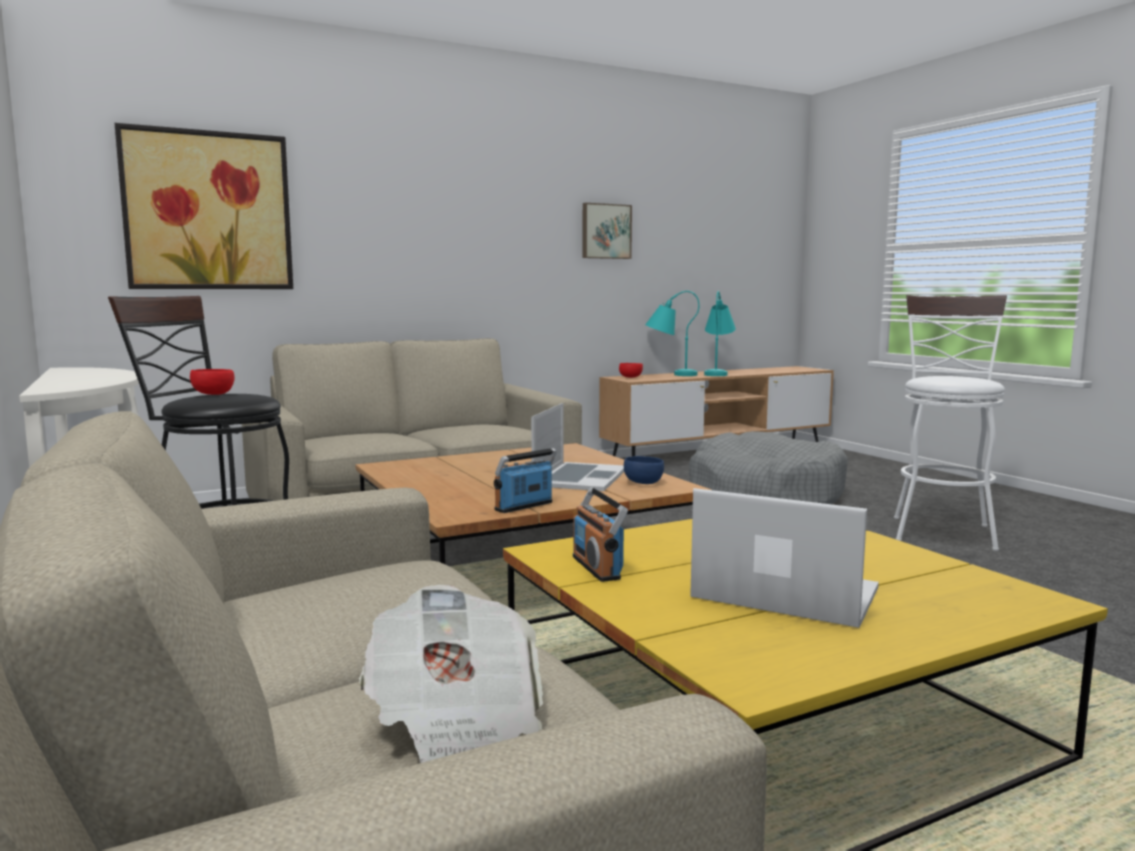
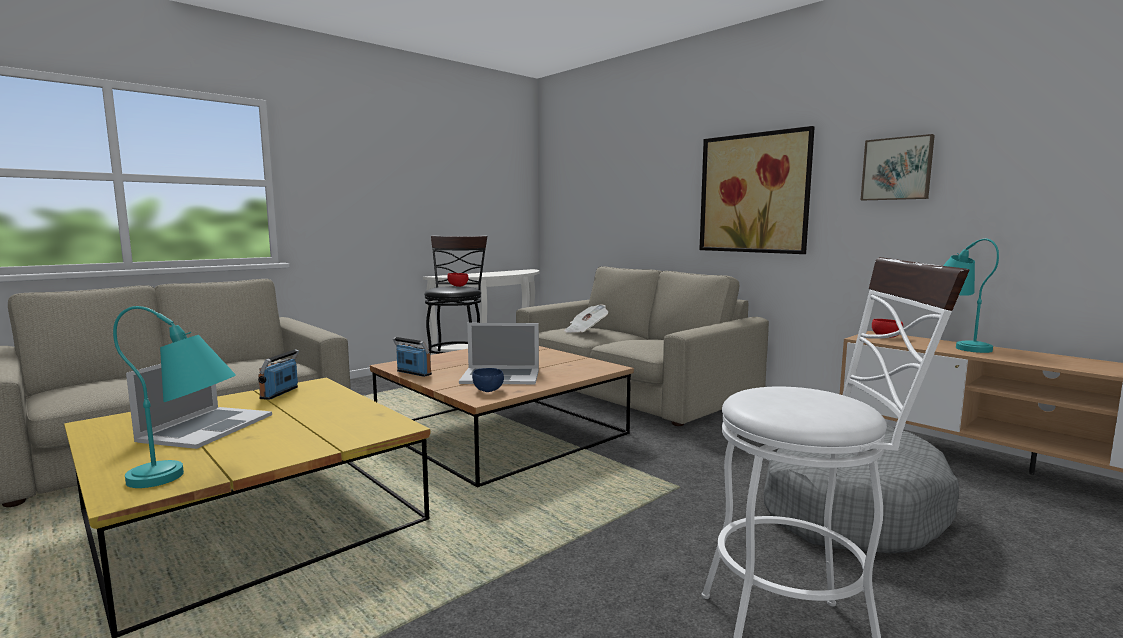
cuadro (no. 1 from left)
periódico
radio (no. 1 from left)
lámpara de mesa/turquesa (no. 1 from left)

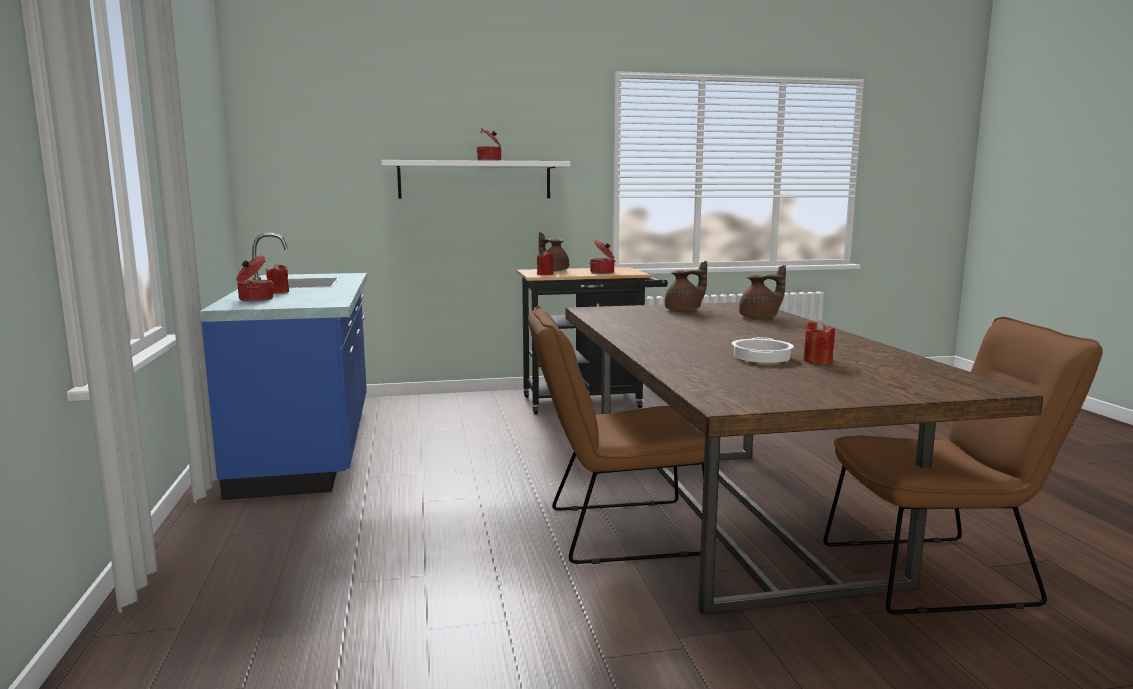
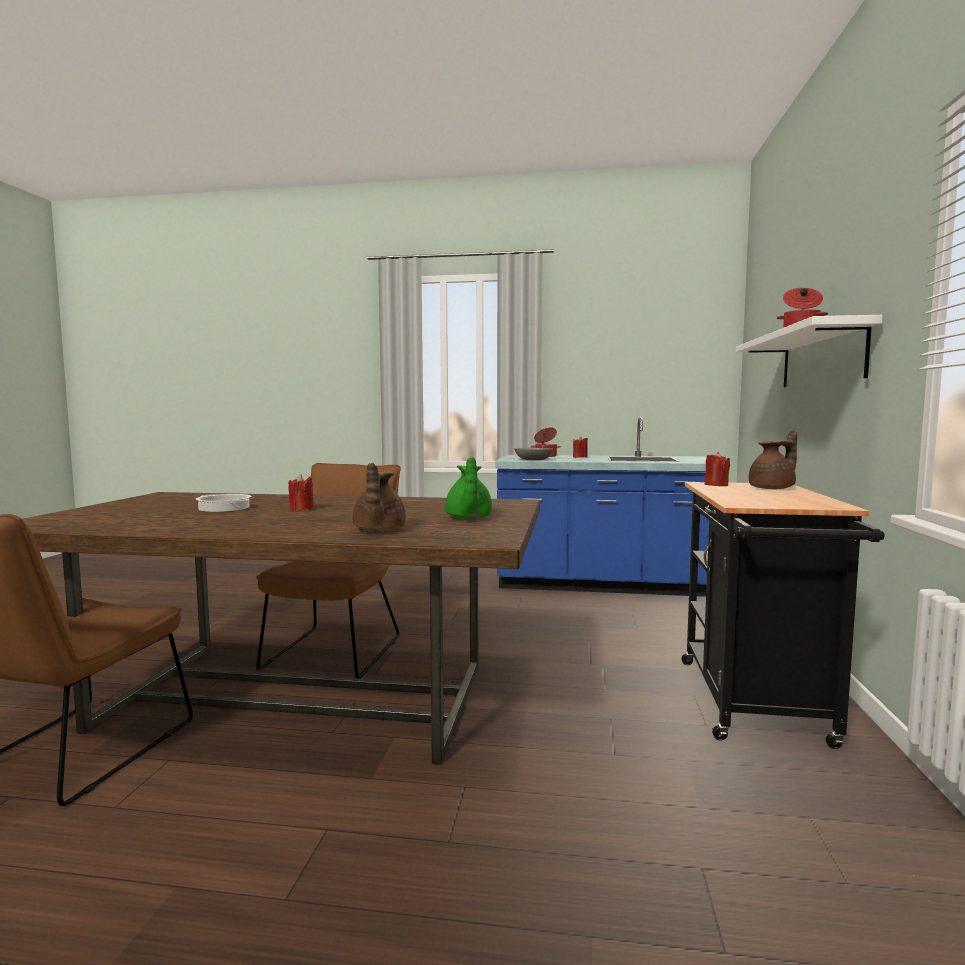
olla (no. 3 from left in the first image)
tetera/verde
vela/rojo (no. 1 from left)
cuenco/gris

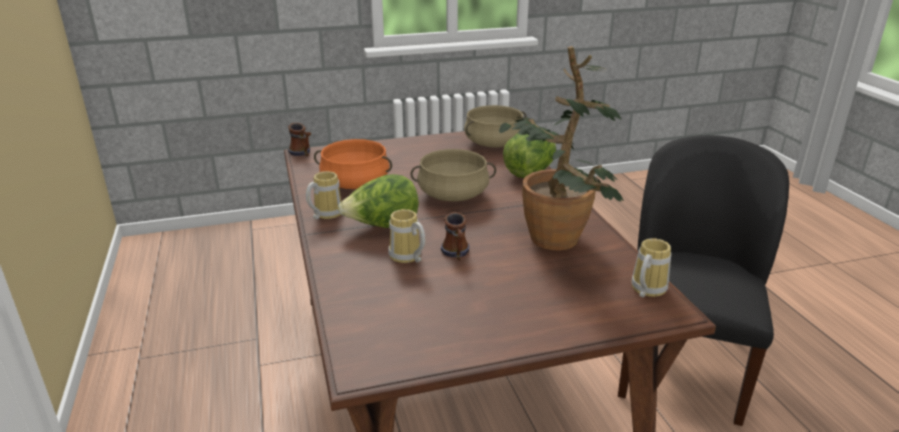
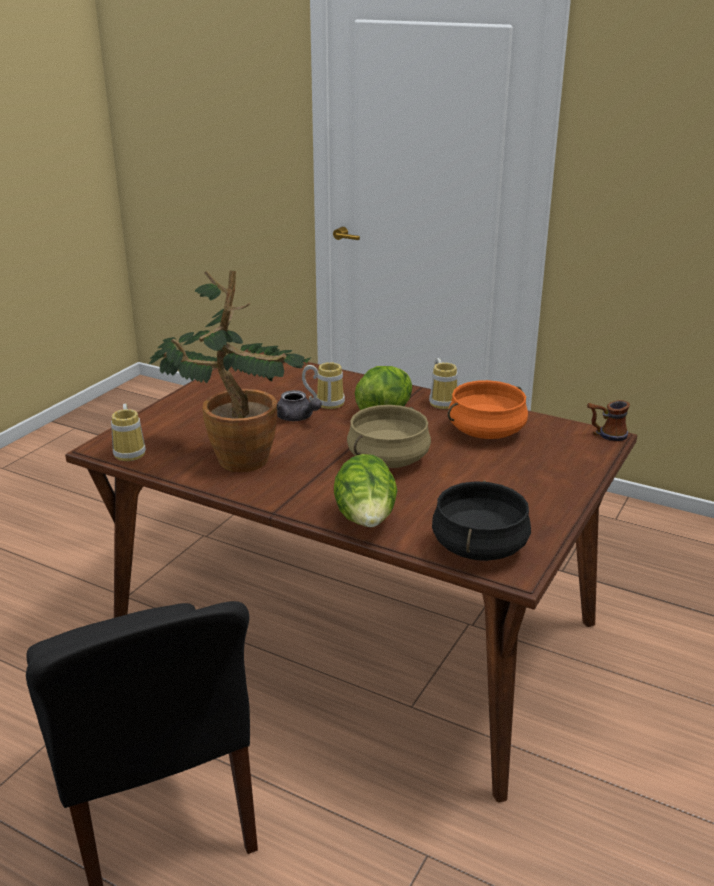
tetera/gris
olla/negro

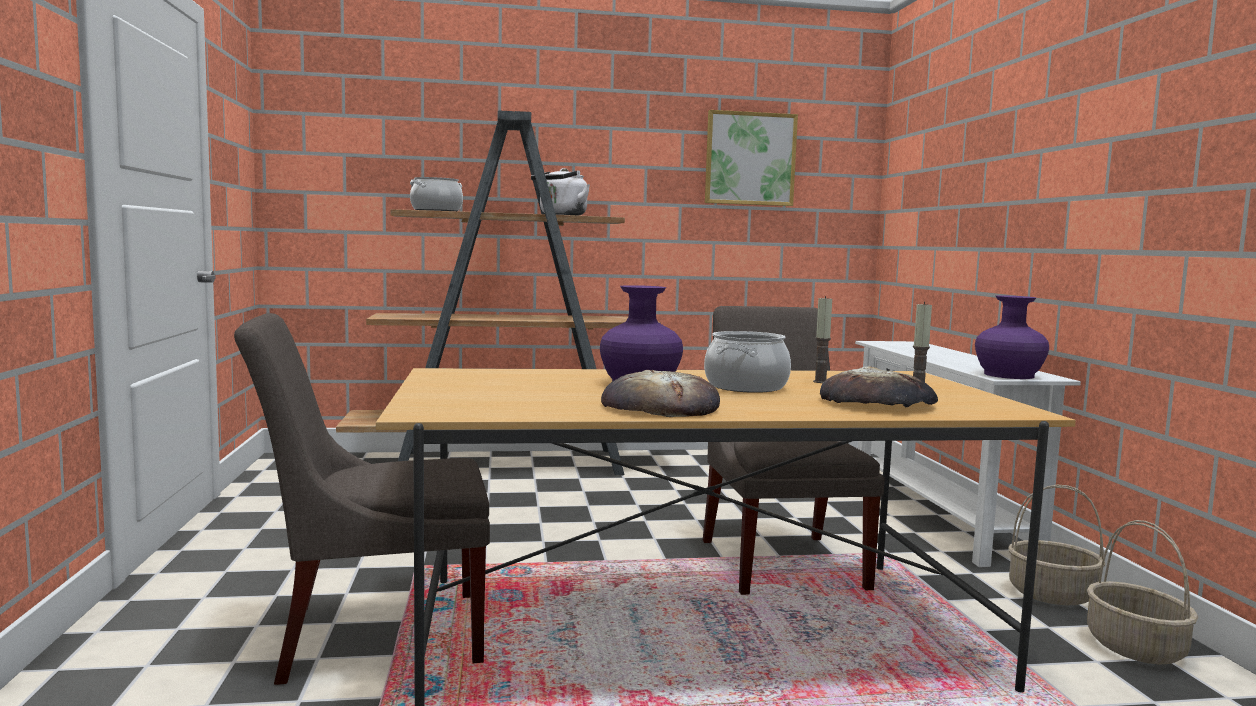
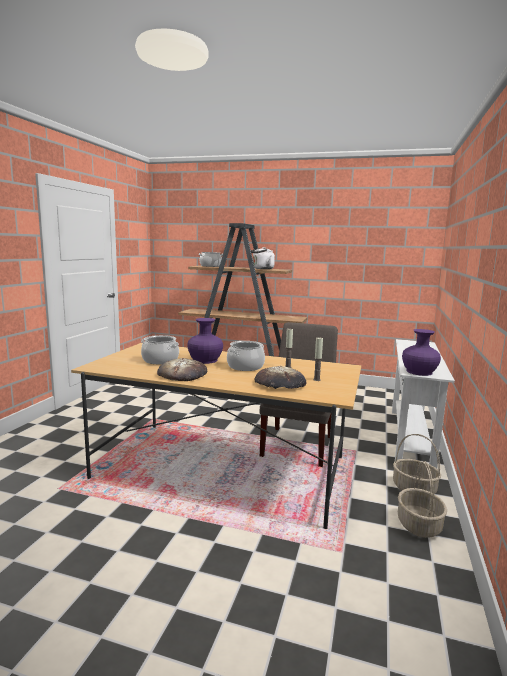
silla/gris (no. 1 from left in the first image)
cuadro
olla (no. 1 from left)

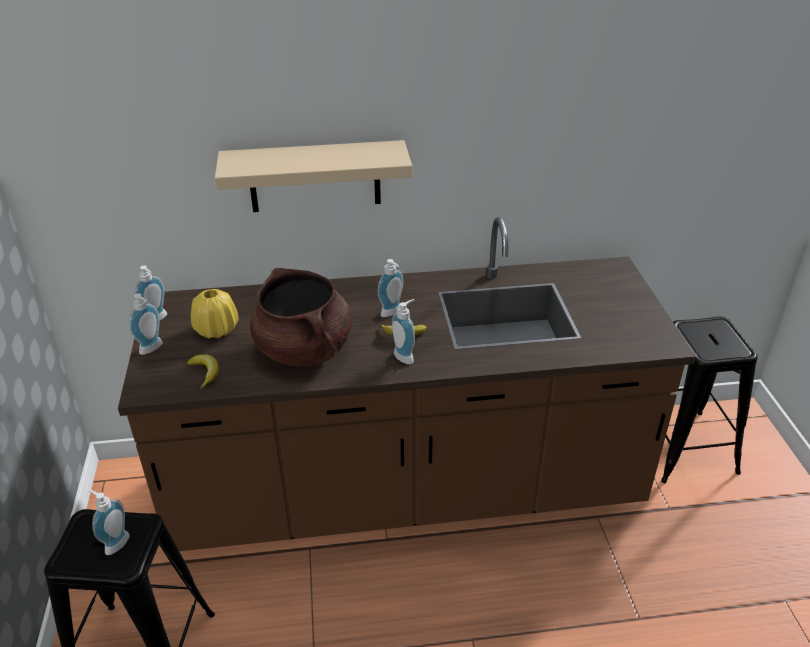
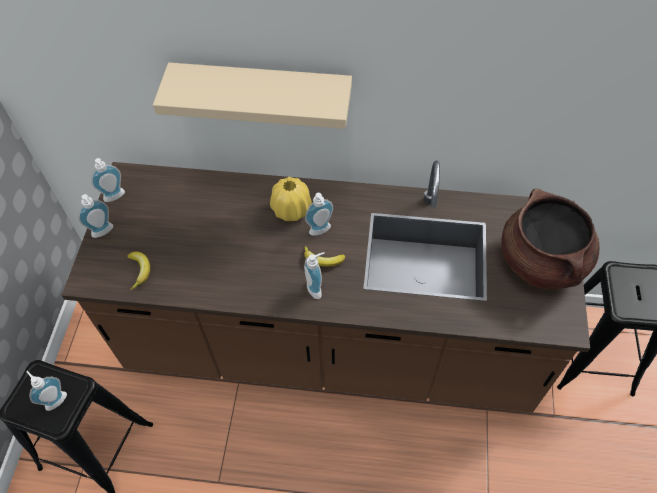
florero/amarillo
olla/marrón

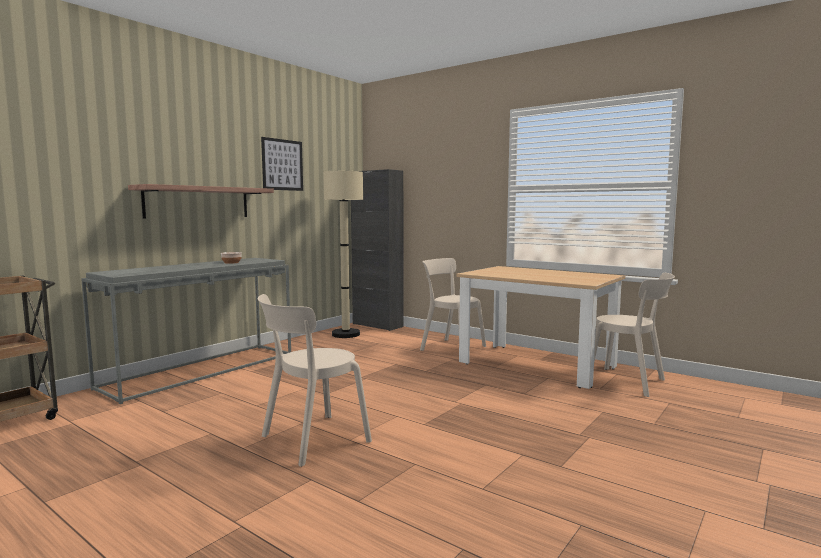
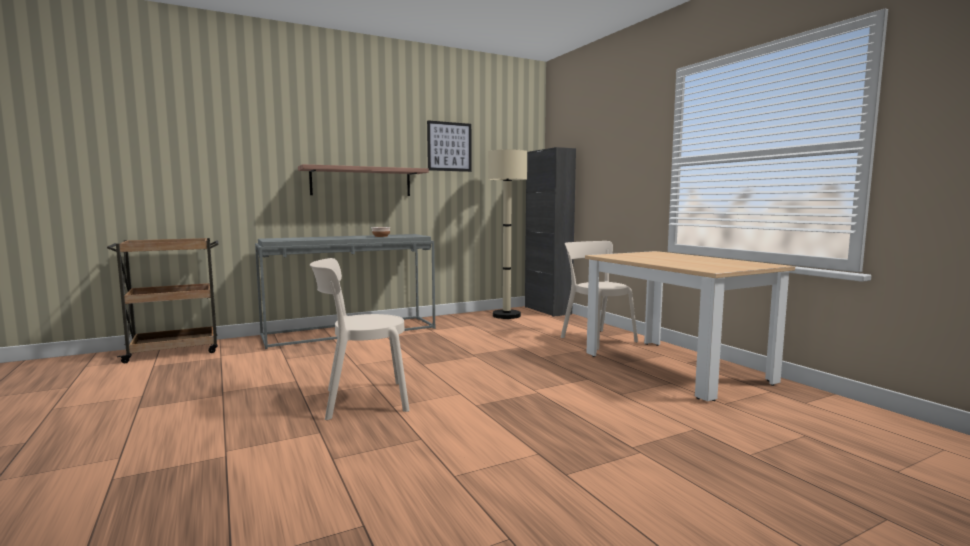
silla/beis (no. 3 from left in the first image)

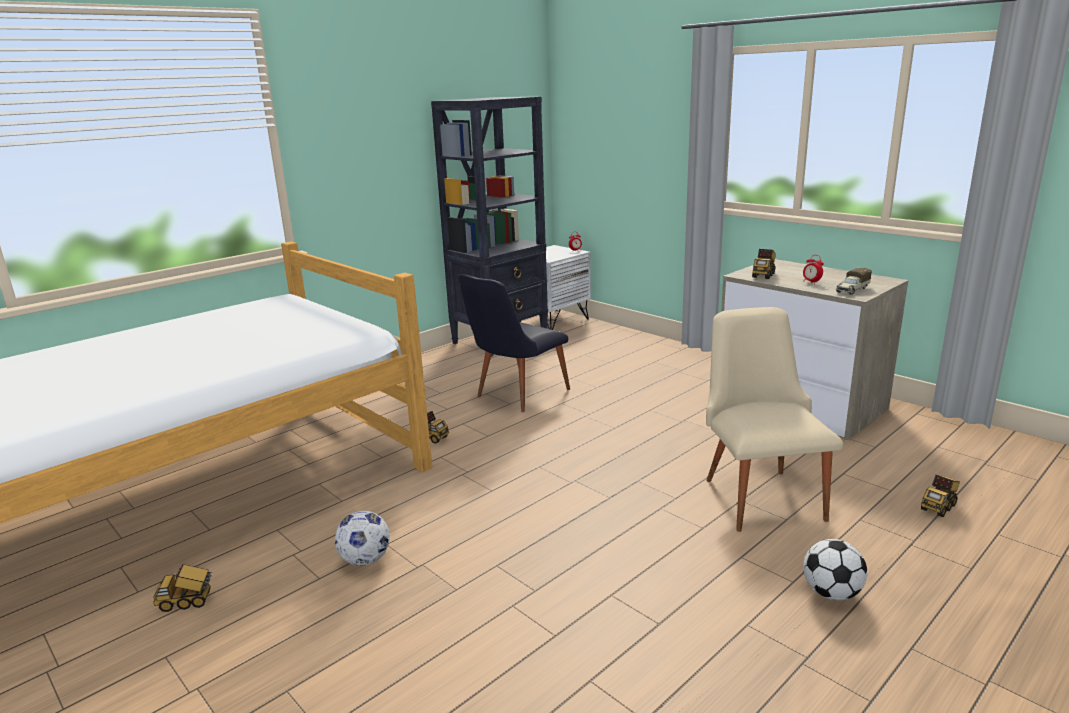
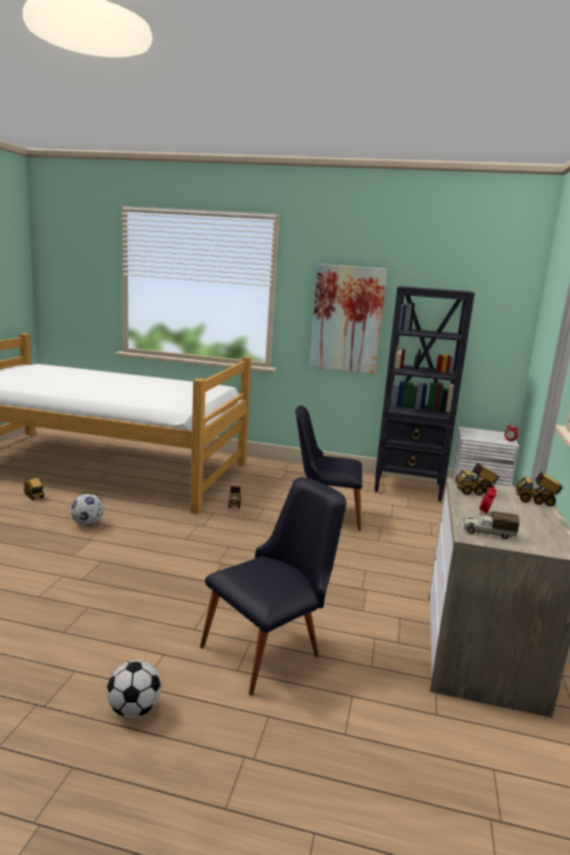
silla/negro (no. 1 from left)
camión de juguete (no. 5 from left)
cuadro

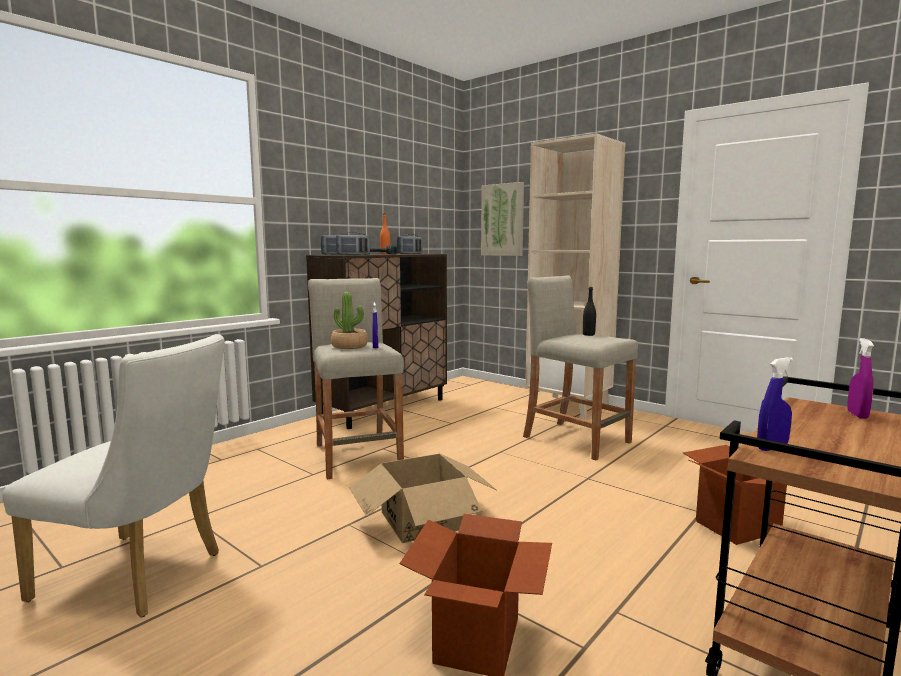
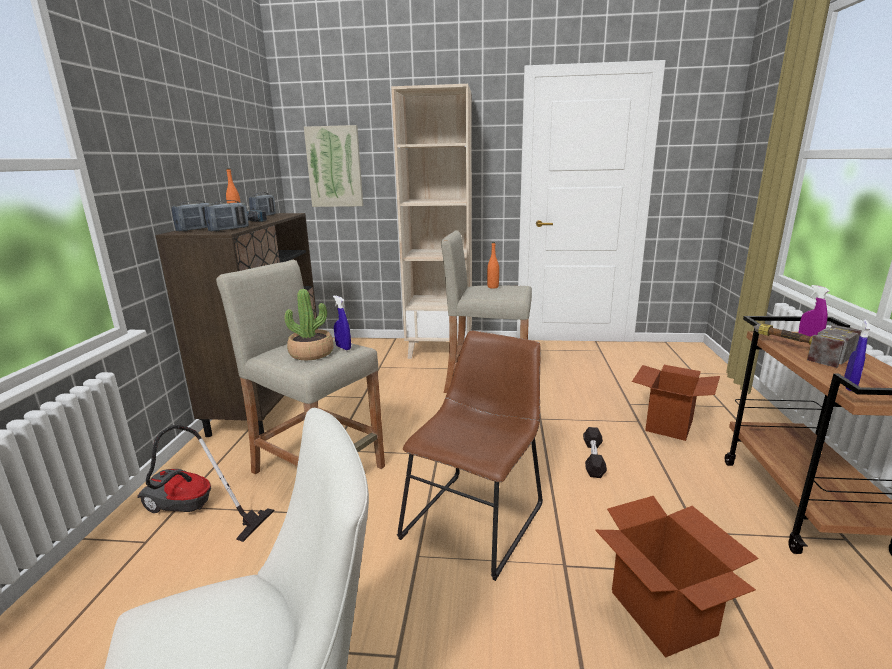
silla/marrón
botella/naranja (no. 2 from left)
aspiradora
mancuerna/negro
martillo

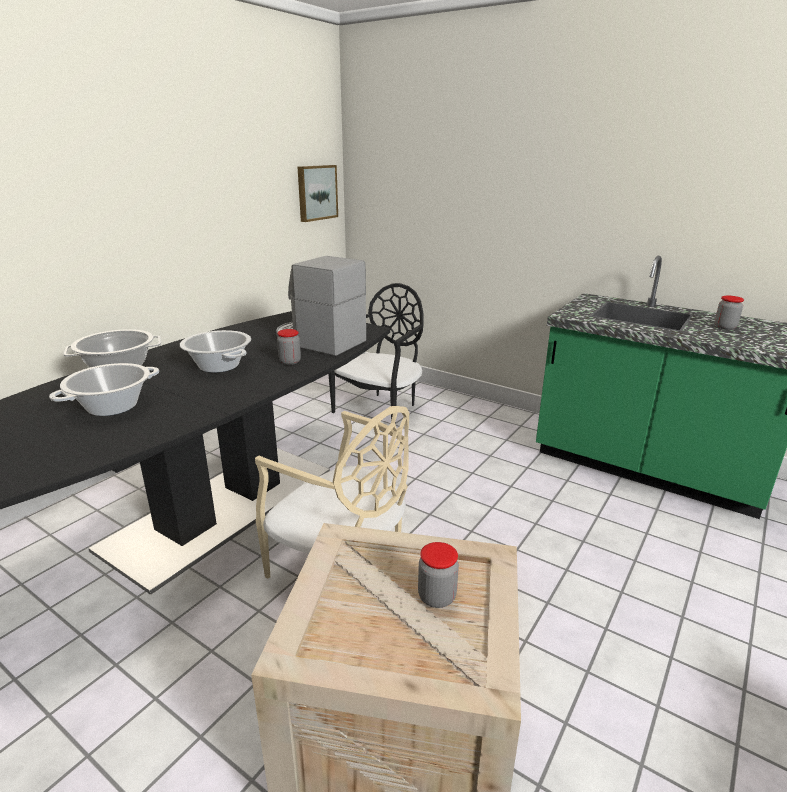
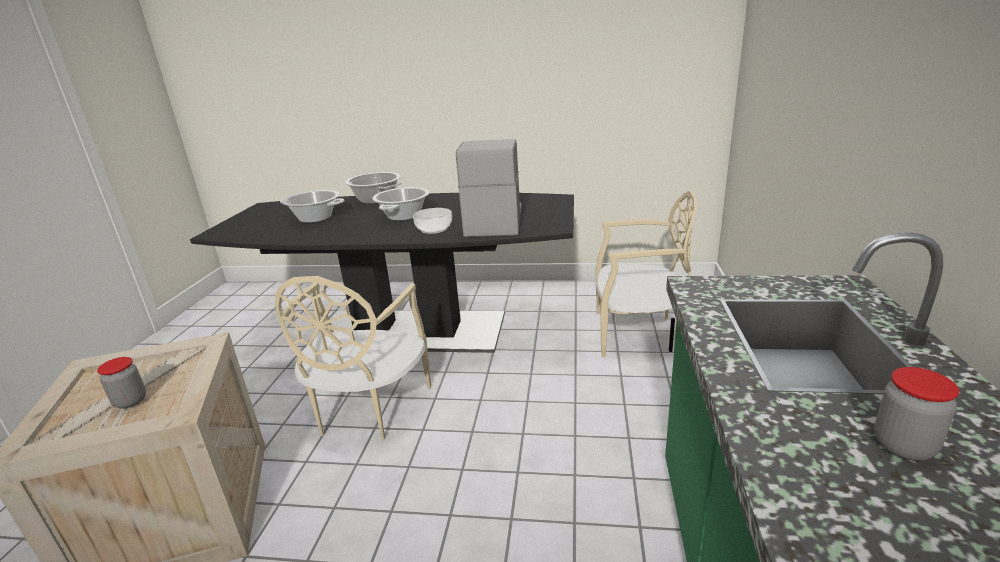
cuenco
cuadro
silla/beis (no. 2 from left)

